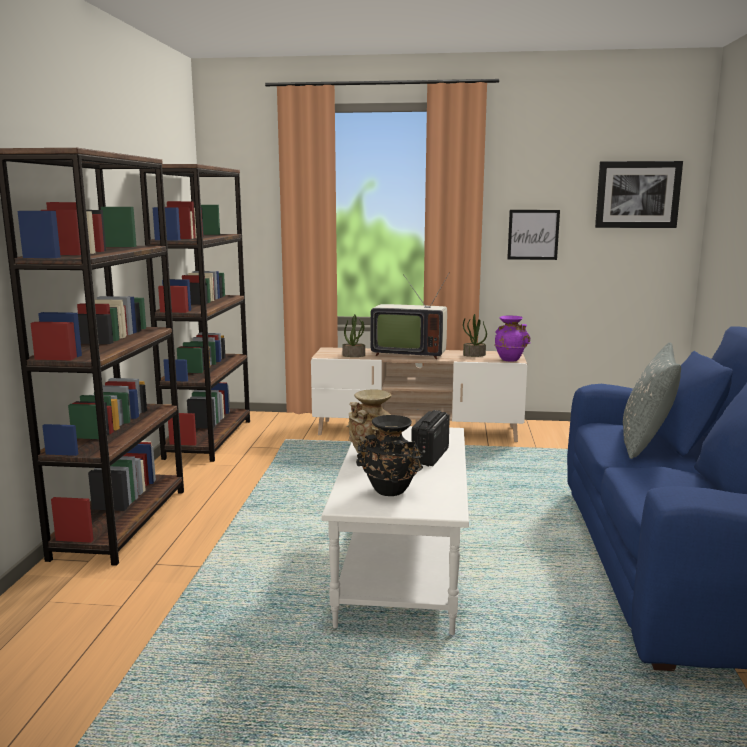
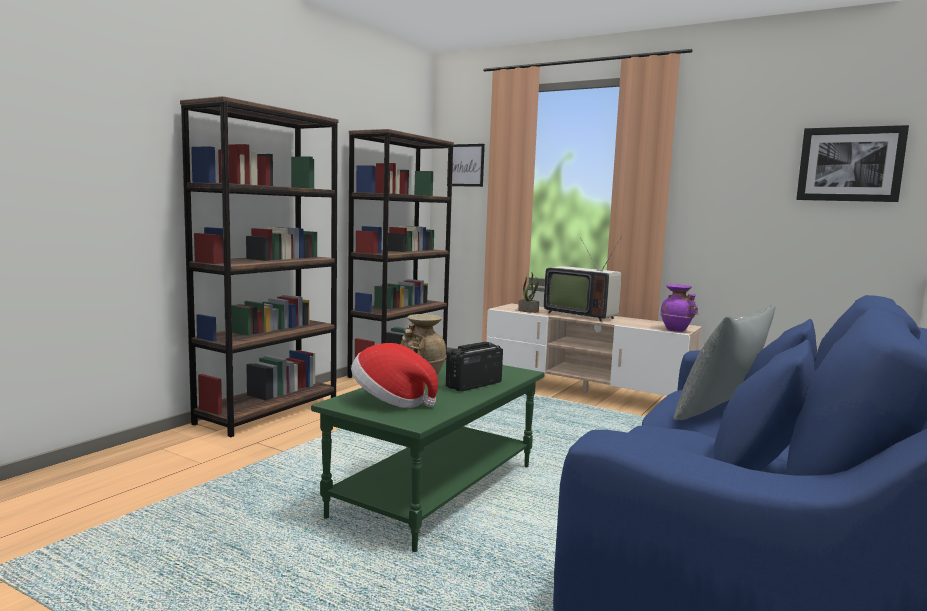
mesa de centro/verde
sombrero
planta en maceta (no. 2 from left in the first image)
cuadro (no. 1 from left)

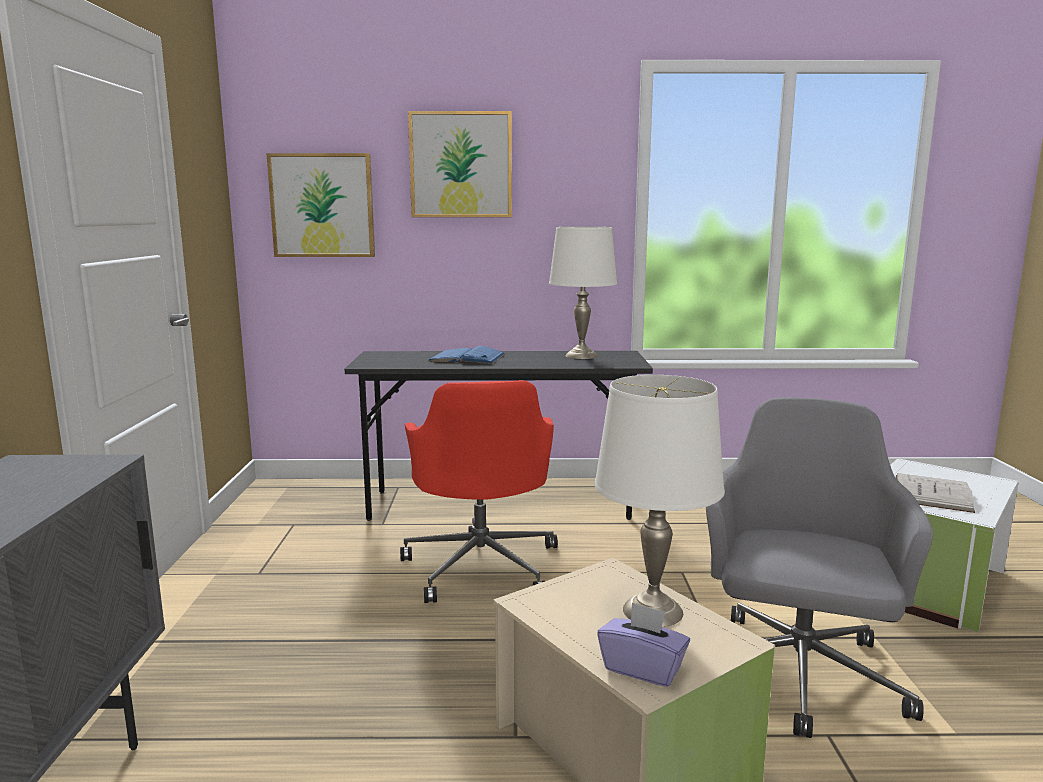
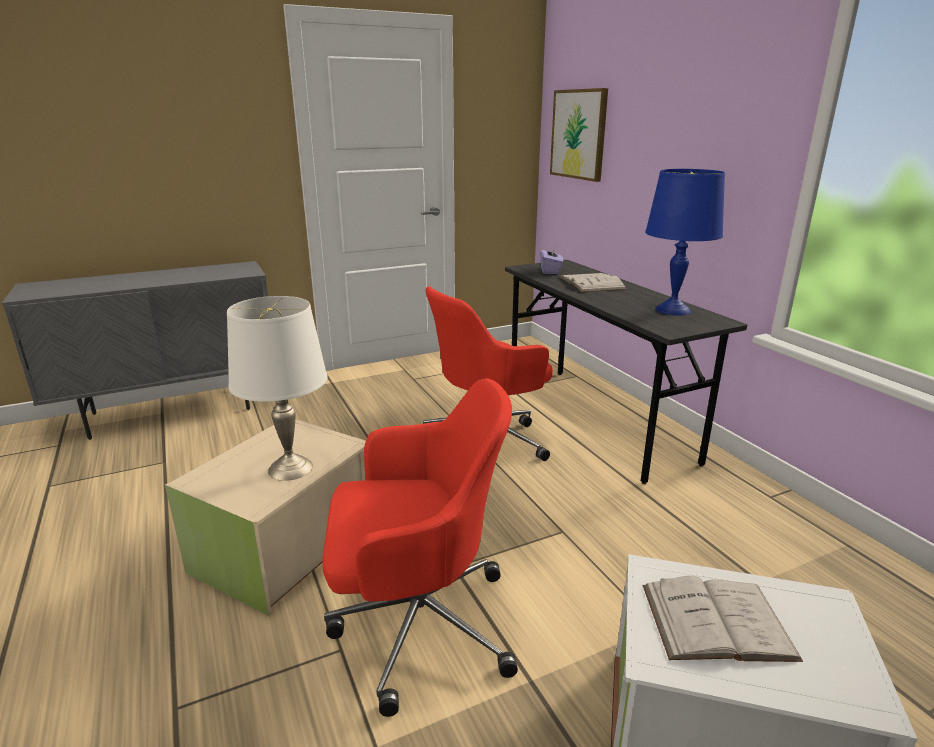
cuadro (no. 2 from left in the first image)
libro/blanco (no. 1 from left)
lámpara de mesa/azul
caja de pañuelos/morado
silla de oficina/rojo (no. 1 from left)

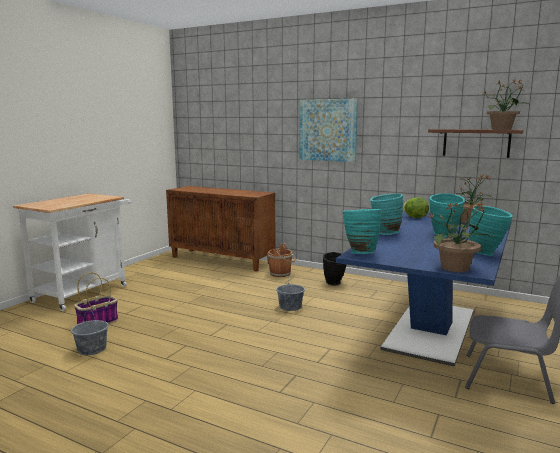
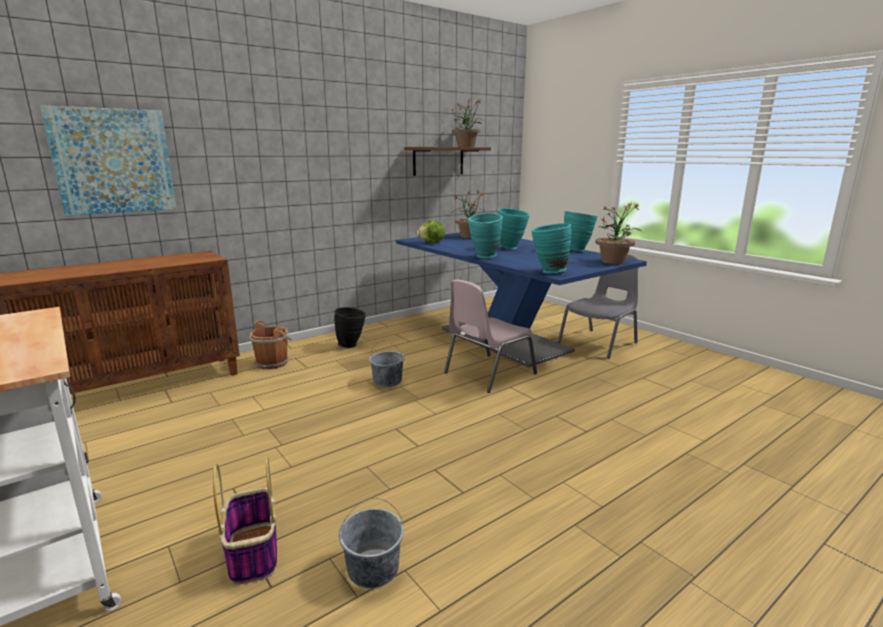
cuadro
silla/rosa

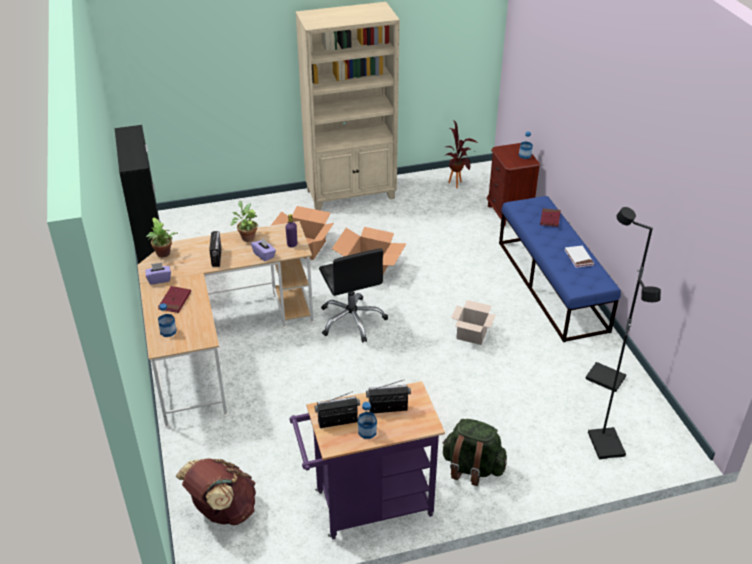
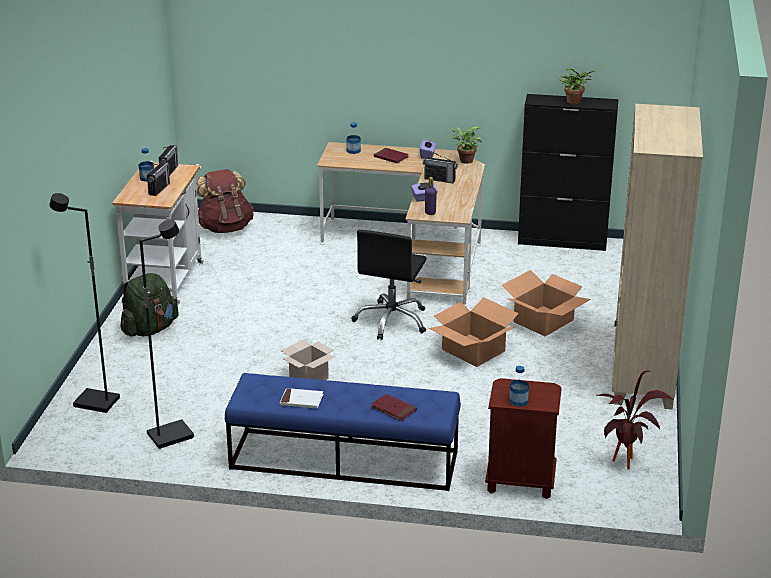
planta en maceta (no. 2 from left)
carrito/blanco
silla de oficina/negro

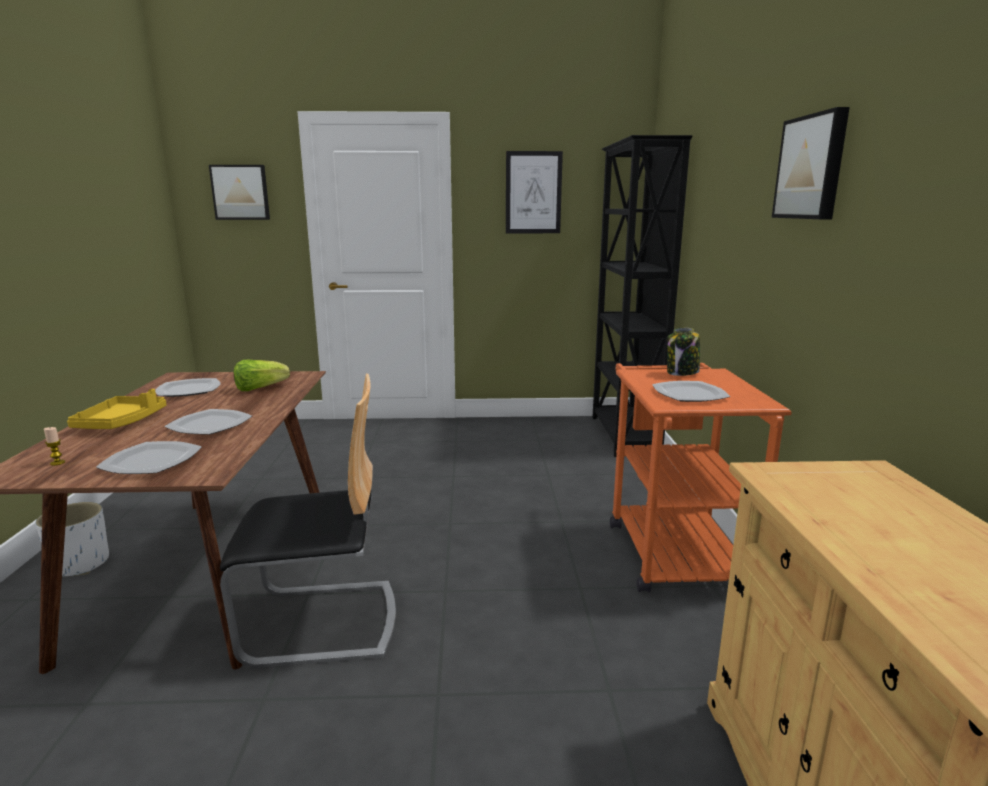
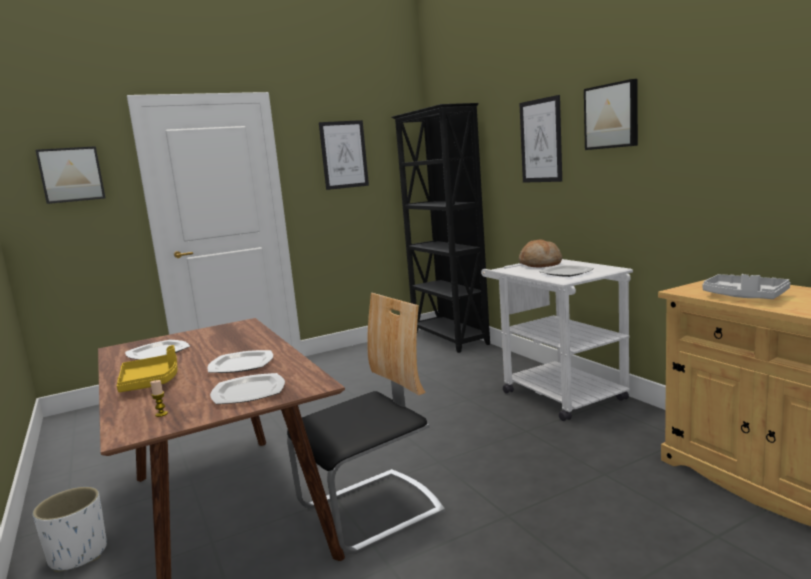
lechuga
carrito/blanco
pan
cuadro (no. 3 from left)
bandeja/gris

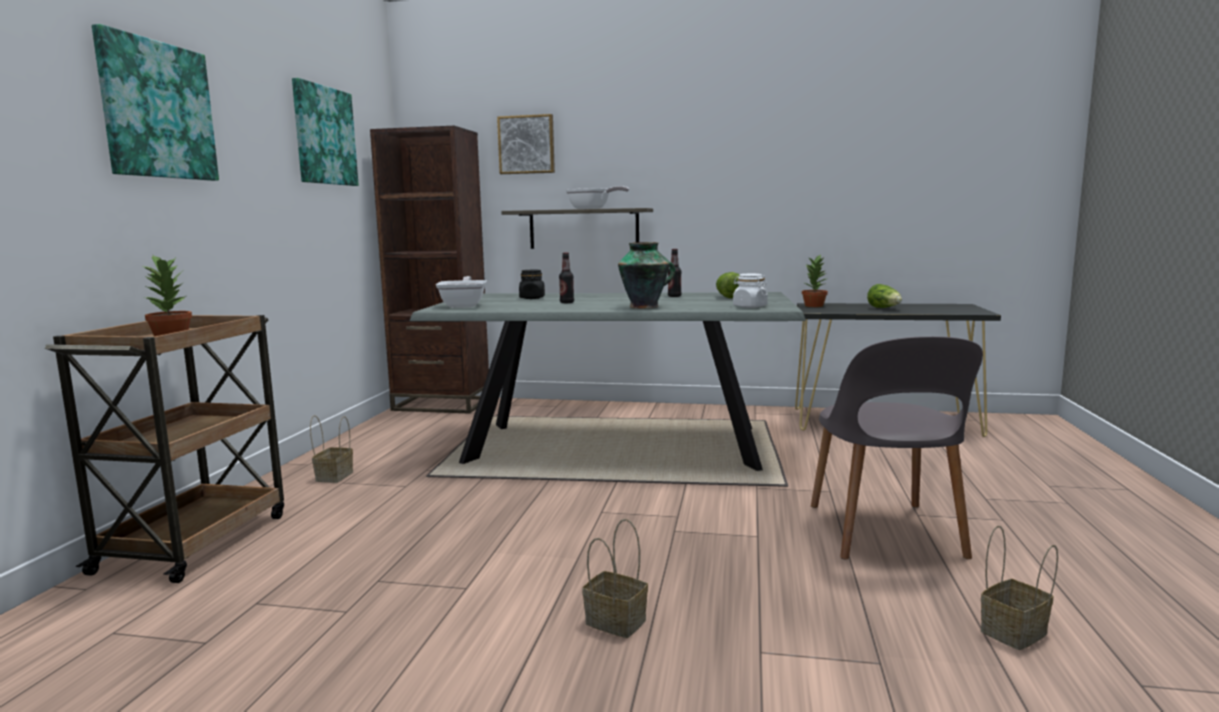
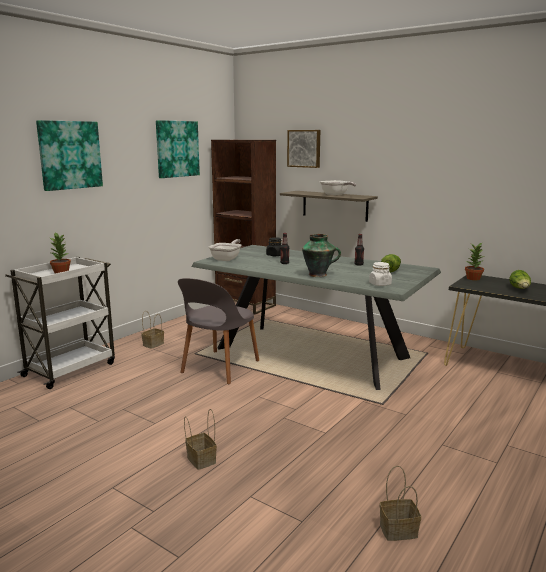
carrito/blanco
silla/gris

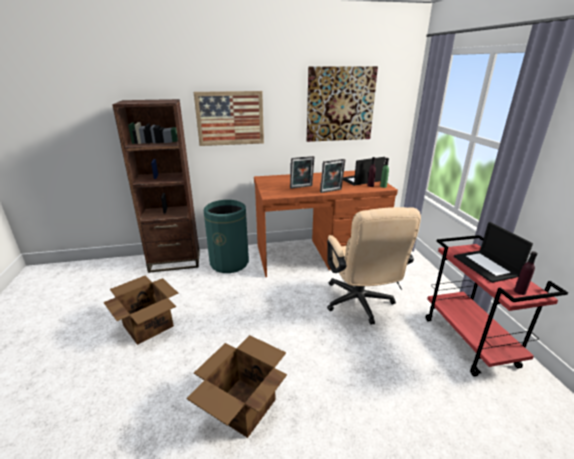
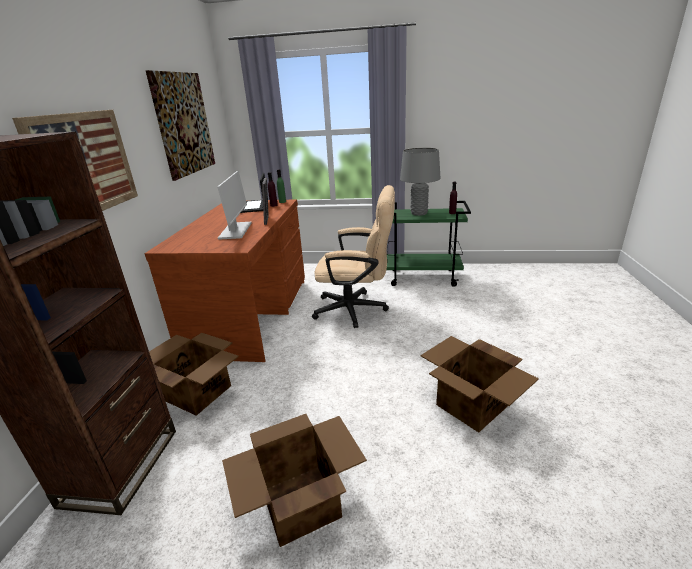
caja de cartón (no. 1 from left)
monitor
carrito/verde
lámpara de mesa/gris

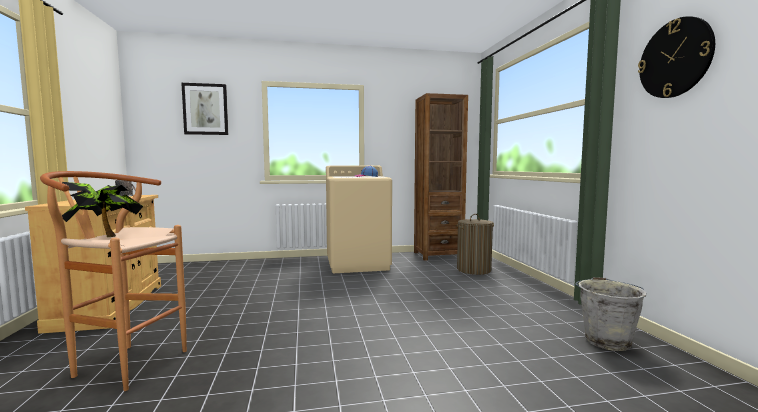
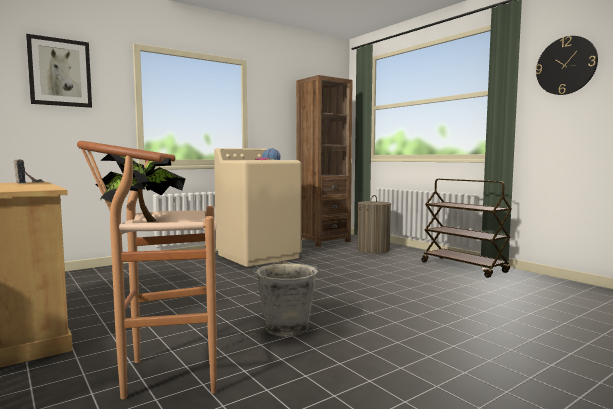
cubo/gris
carrito/marrón

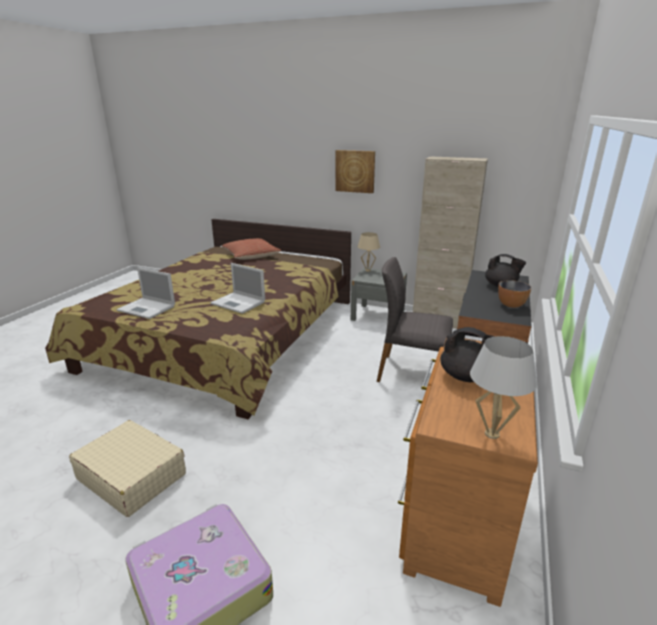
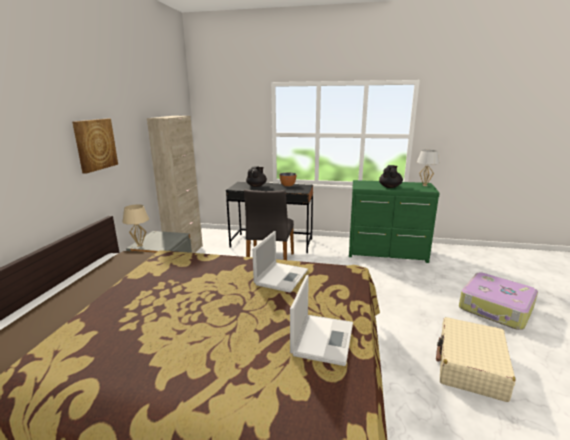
cojín
cómoda/verde

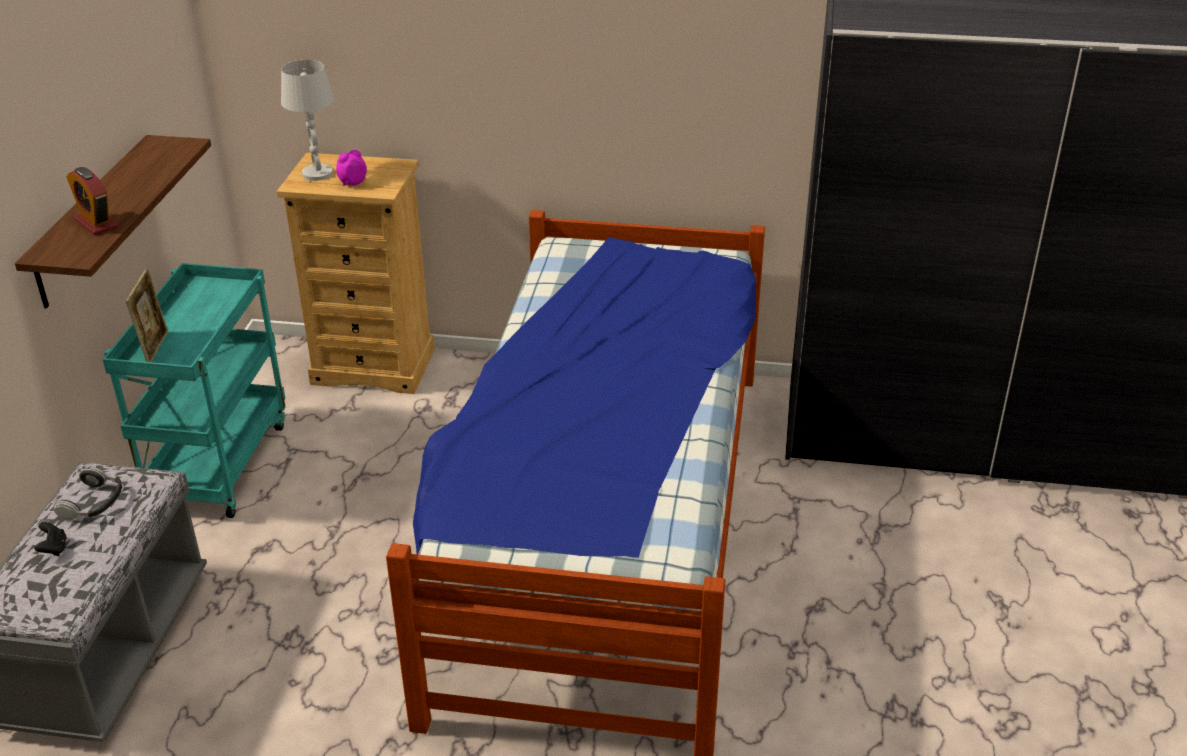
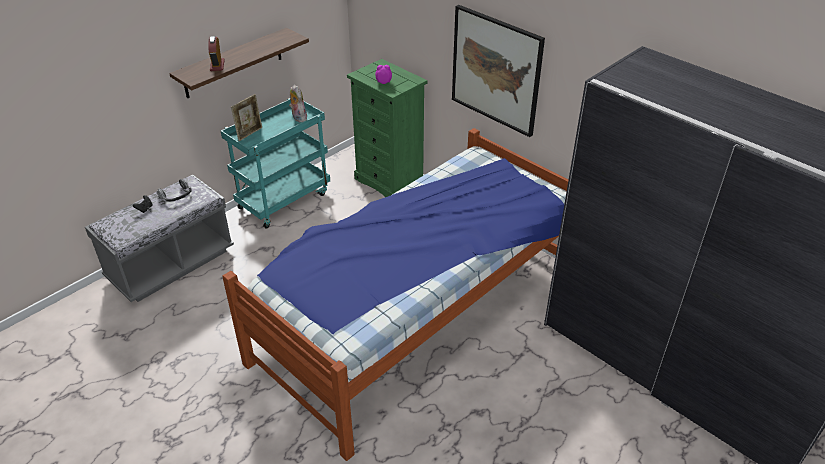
cómoda/verde
lámpara de mesa/blanco
peluche
cuadro

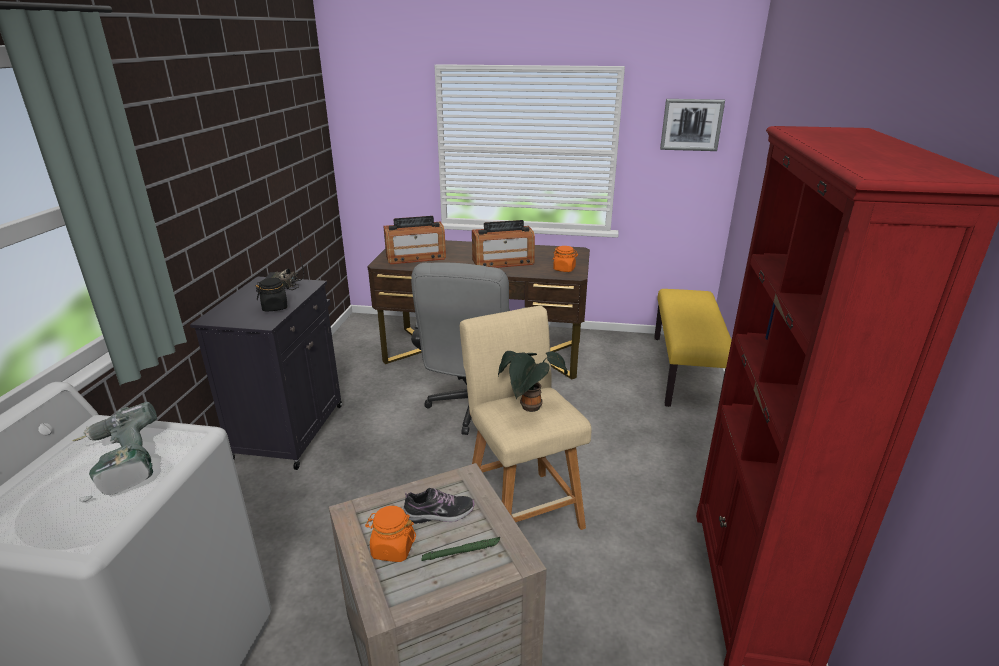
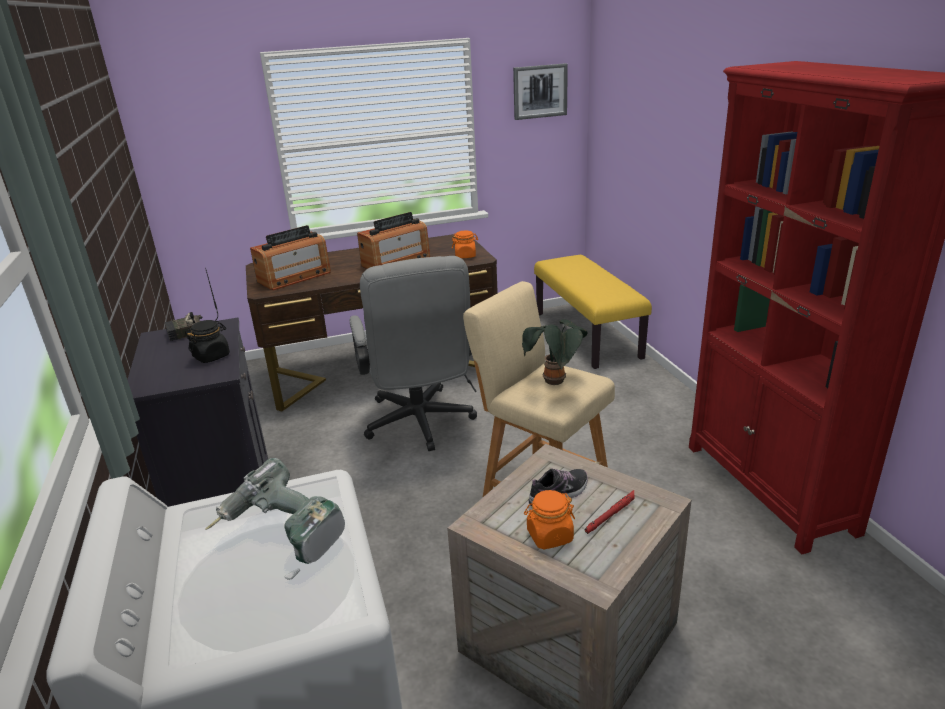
linterna/rojo

